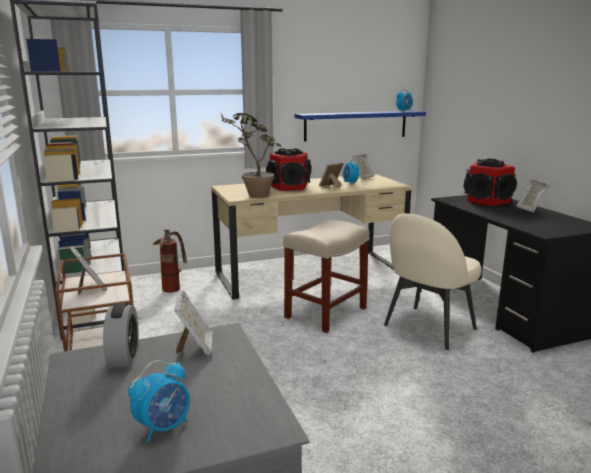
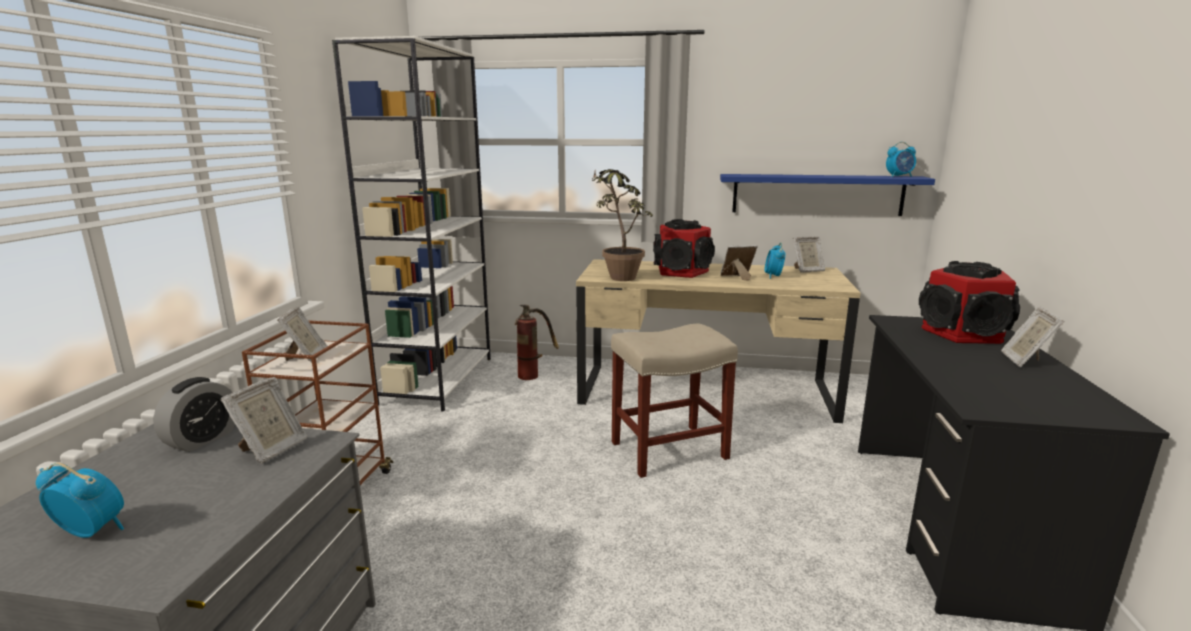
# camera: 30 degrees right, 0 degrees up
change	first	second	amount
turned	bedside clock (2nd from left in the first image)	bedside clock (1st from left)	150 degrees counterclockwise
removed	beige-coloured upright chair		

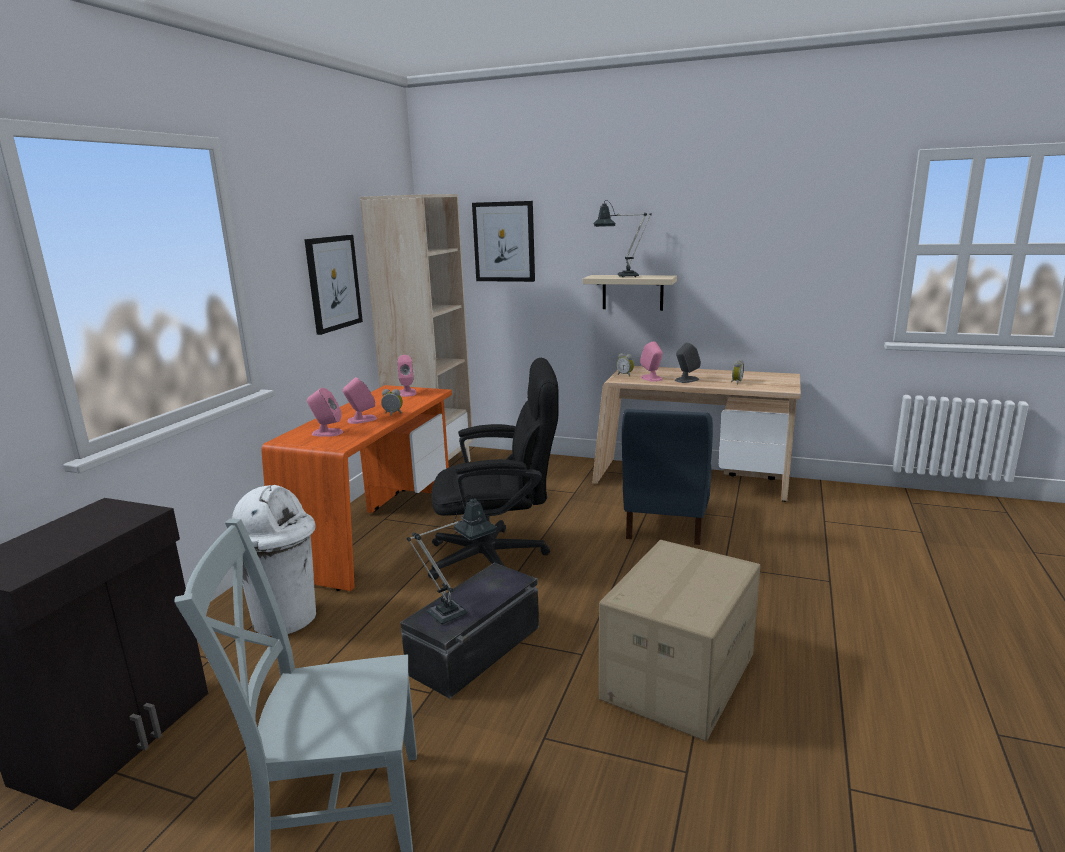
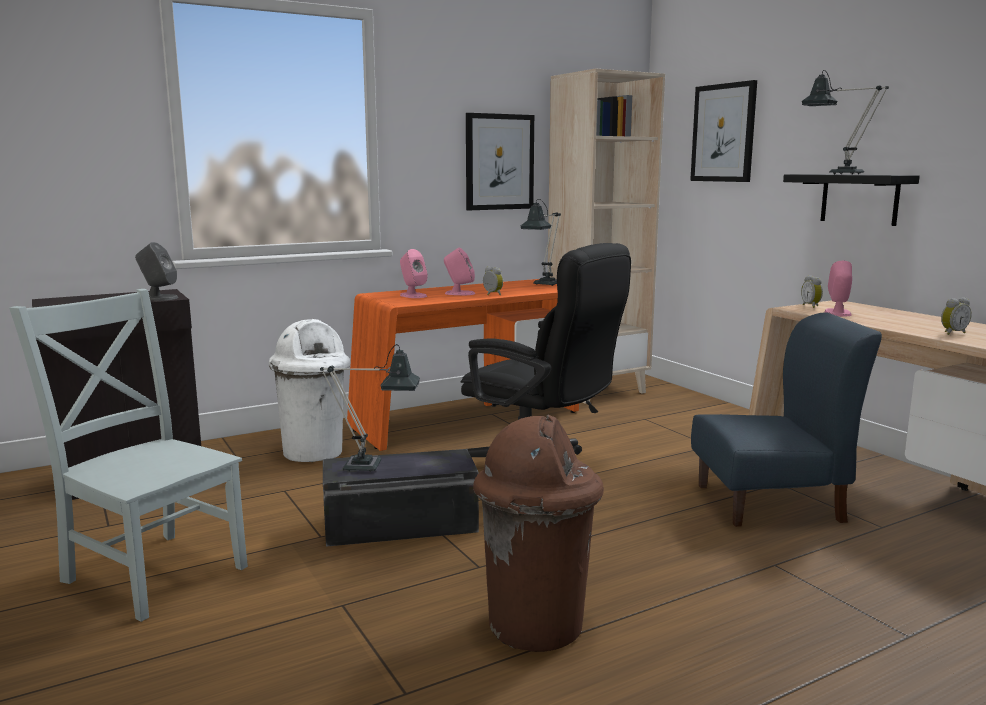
# camera: 40 degrees right, 5 degrees down
change	first	second	amount
moved	gray loudspeaker		
replaced	carton	brownish trash can	
replaced	pink-coloured loudspeaker (3rd from left)	table lamp (2nd from left)	
turned	blue upright chair		150 degrees counterclockwise
recoloured	beige-coloured bracket shelf	blackish bracket shelf	

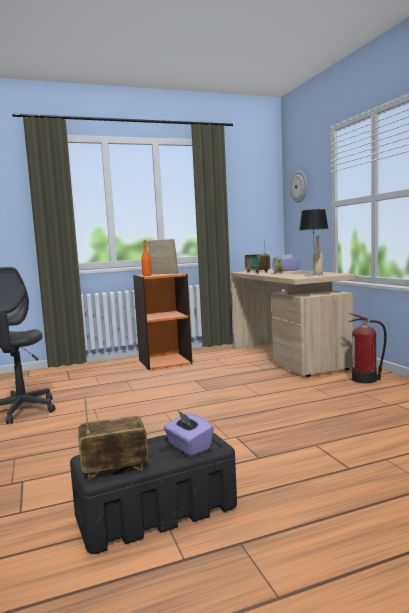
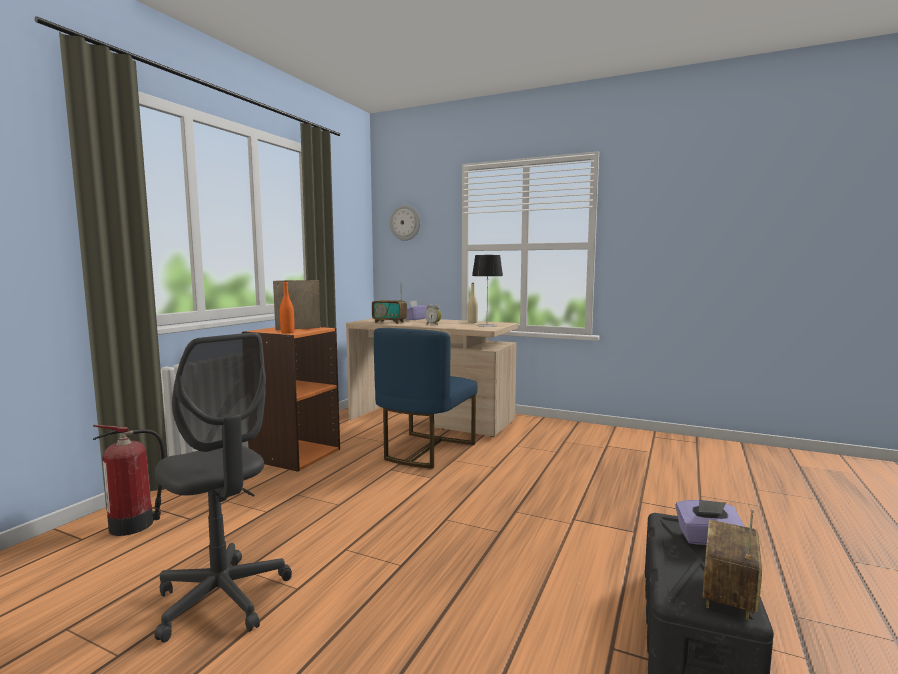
# camera: 45 degrees left, 0 degrees up
change	first	second	amount
moved	fire extinguisher		
added		blue upright chair	

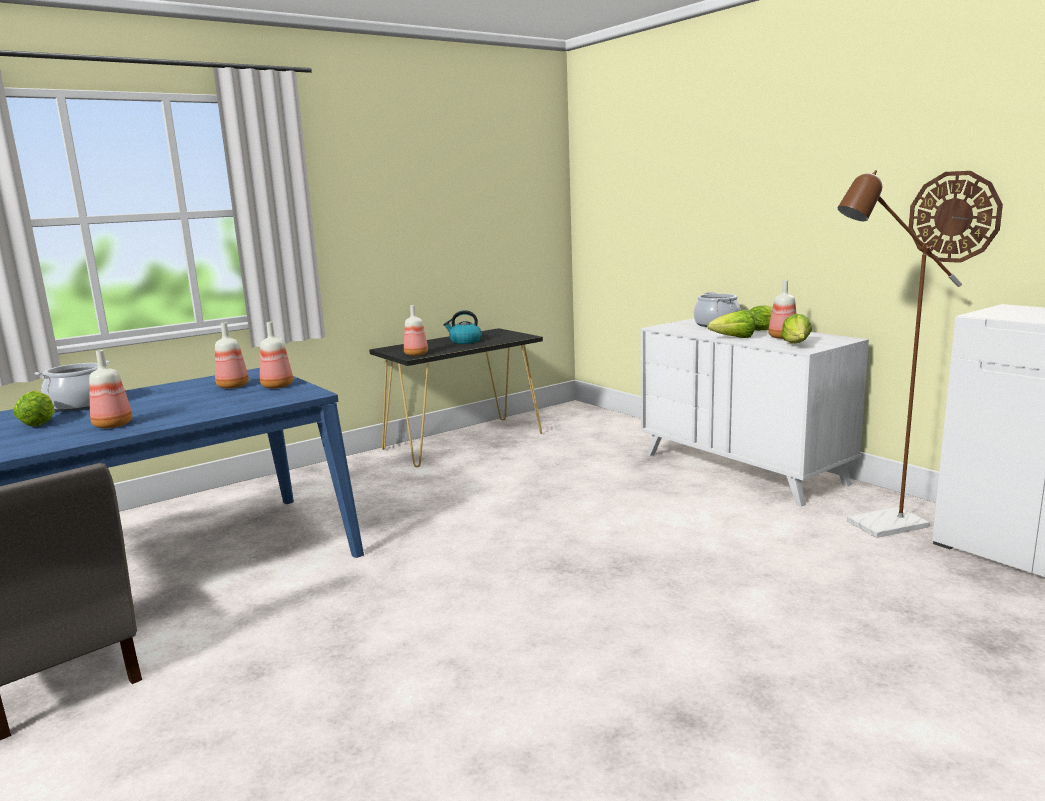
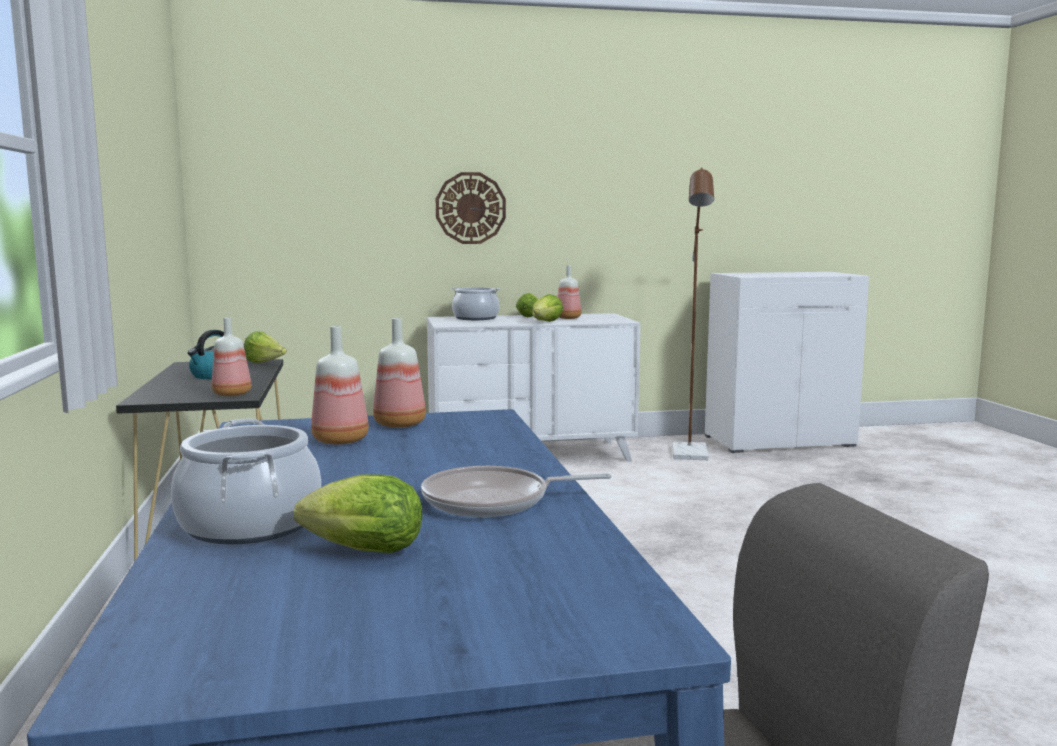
# camera: 65 degrees left, 5 degrees down
change	first	second	amount
moved	head of lettuce (4th from left in the first image)	head of lettuce (1st from left)	
replaced	bottle (1st from left)	frying pan	
moved	hanging clock		

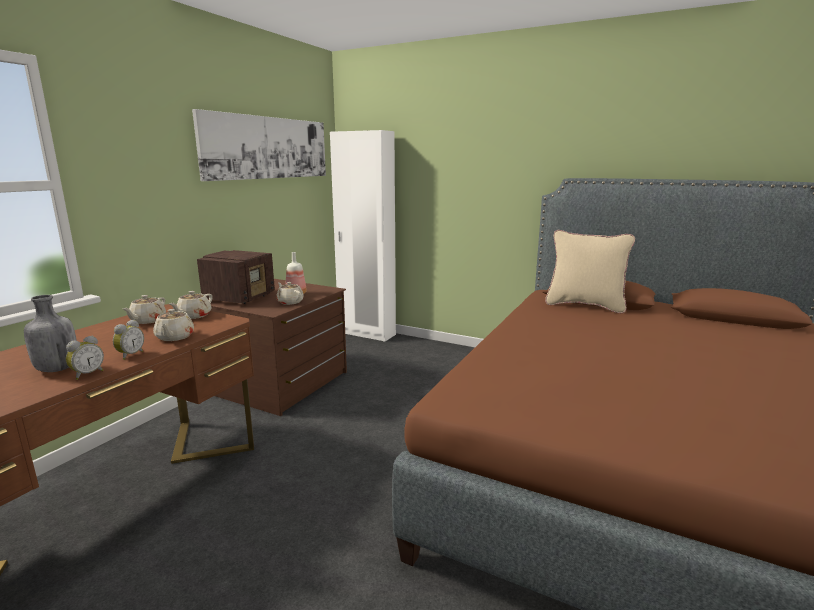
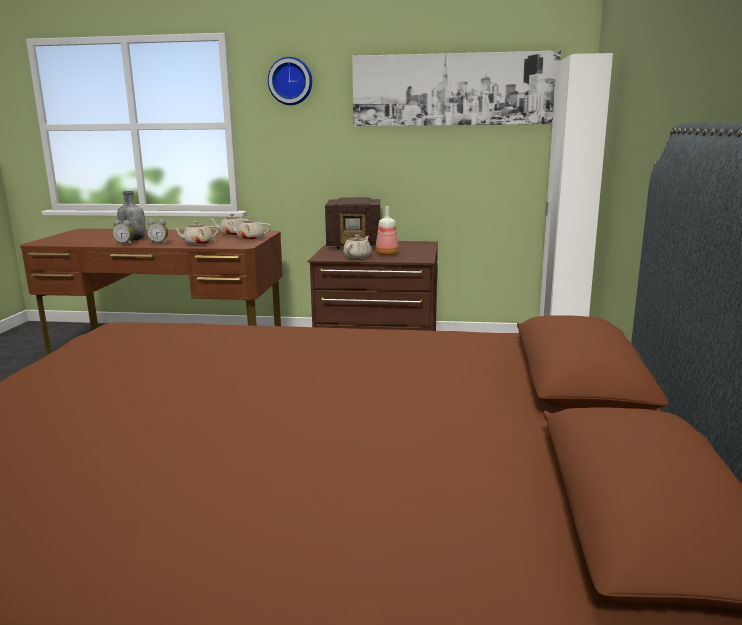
# camera: 70 degrees right, 0 degrees up
change	first	second	amount
added		hanging clock	
removed	beige-coloured cushion		

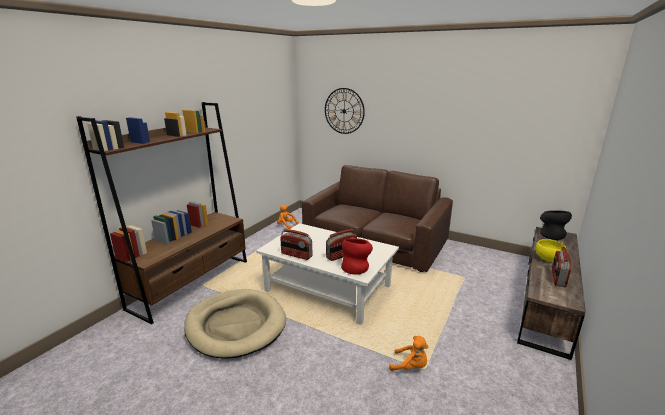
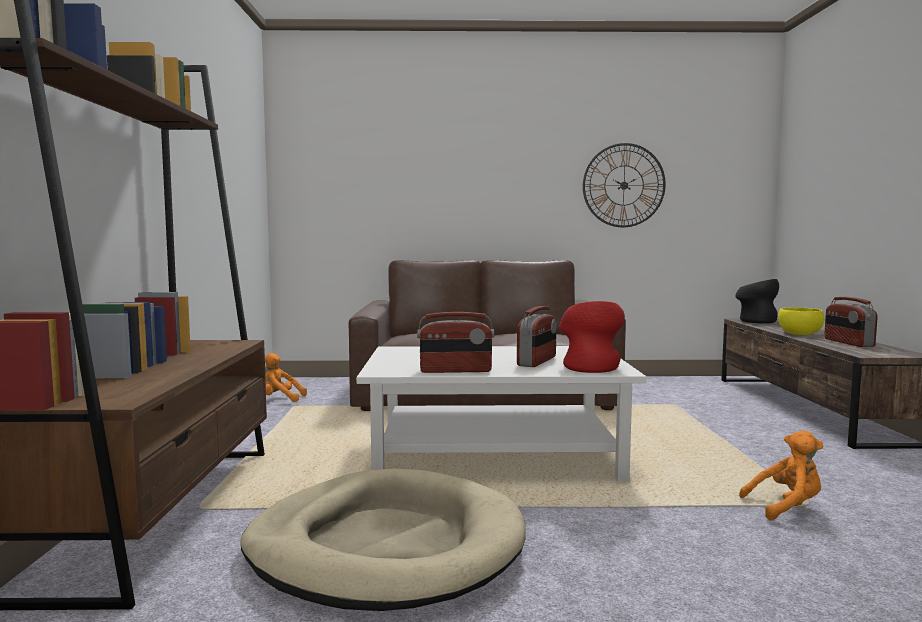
# camera: 30 degrees left, 15 degrees down
change	first	second	amount
moved	hanging clock		

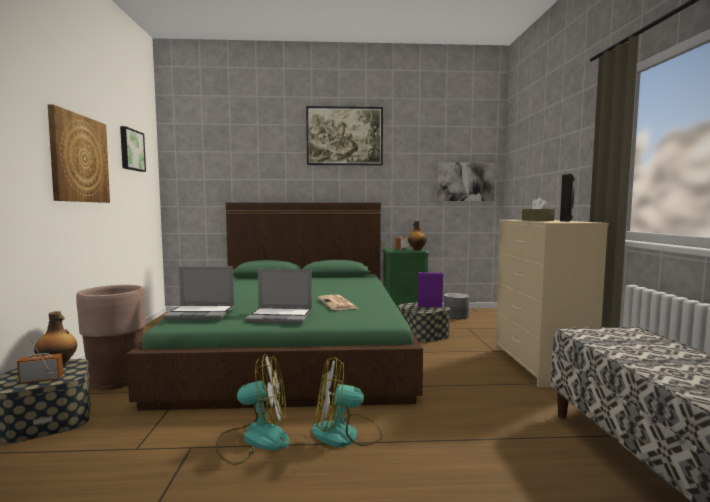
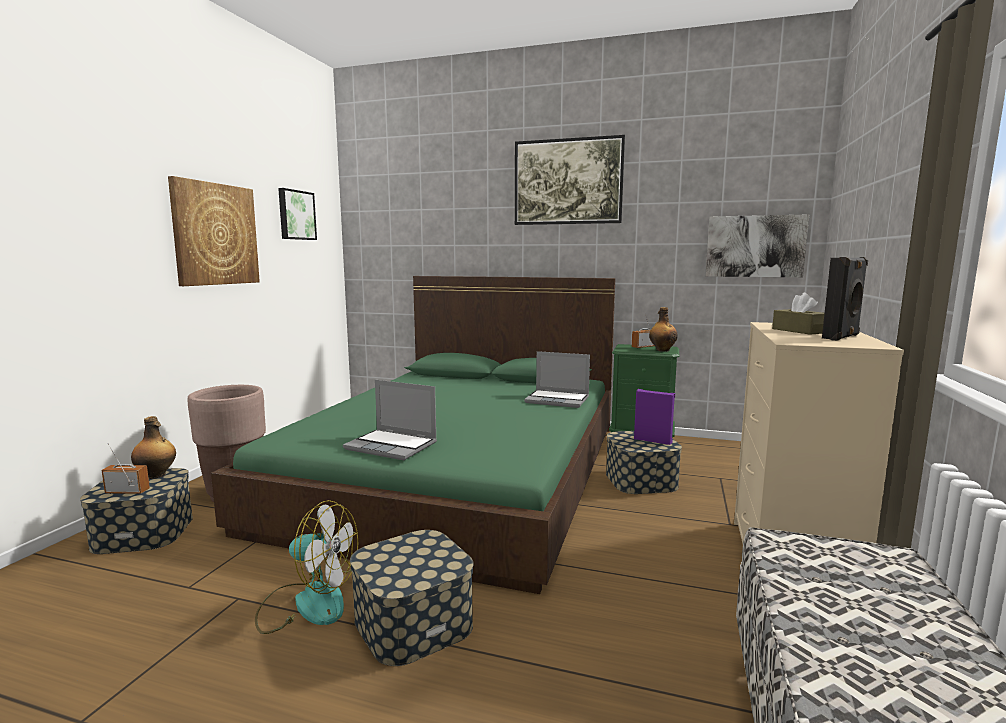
# camera: 20 degrees right, 5 degrees up
change	first	second	amount
replaced	electric fan (2nd from left)	storage bin (2nd from left)	
moved	portable computer (1st from left in the first image)	portable computer (2nd from left)	
removed	daily paper		
removed	gray plant pot		

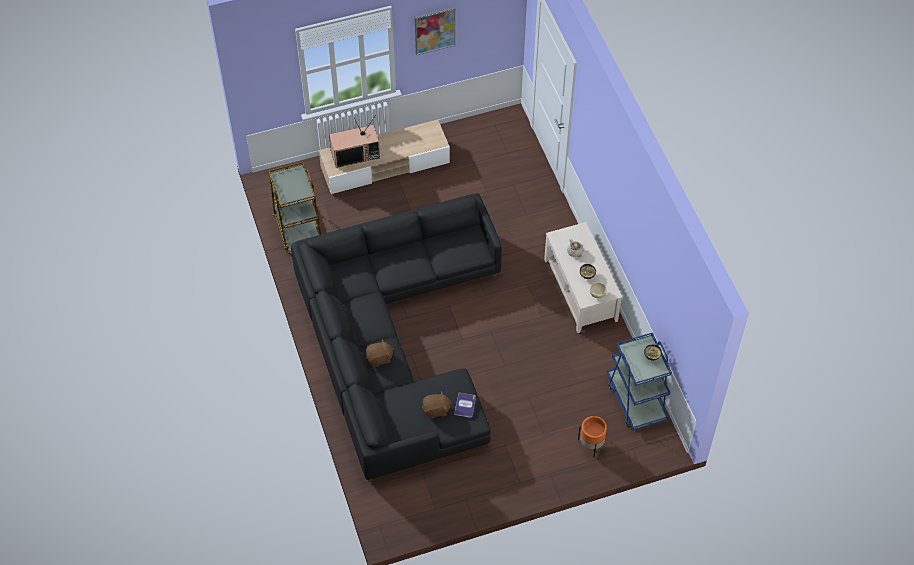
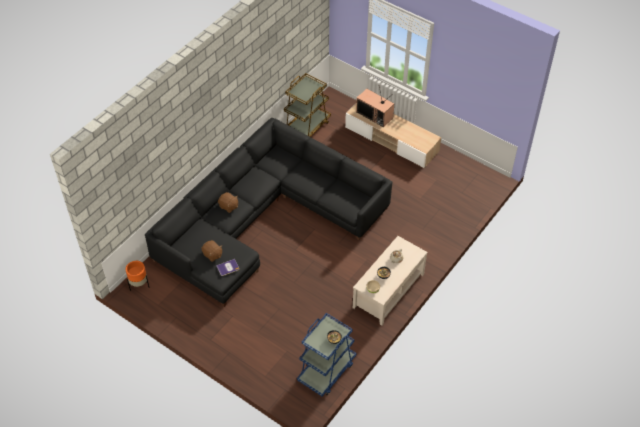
# camera: 55 degrees right, 5 degrees down
change	first	second	amount
moved	orange-coloured plant pot		
removed	wall art		

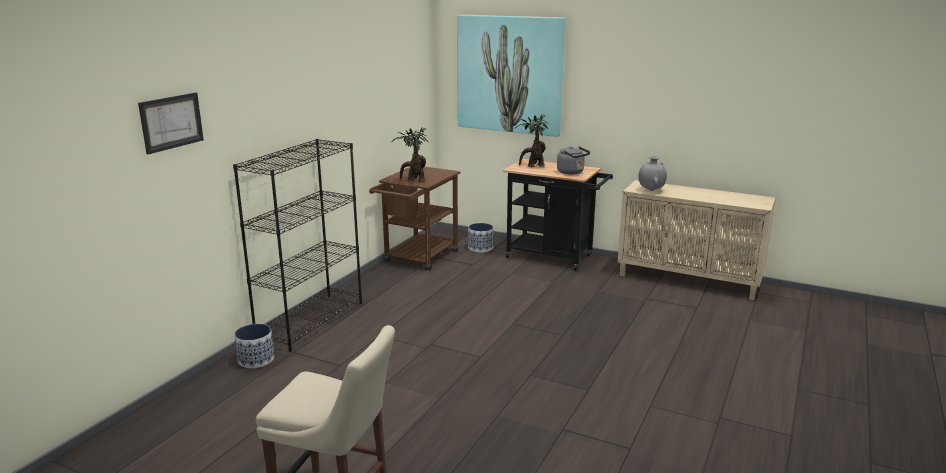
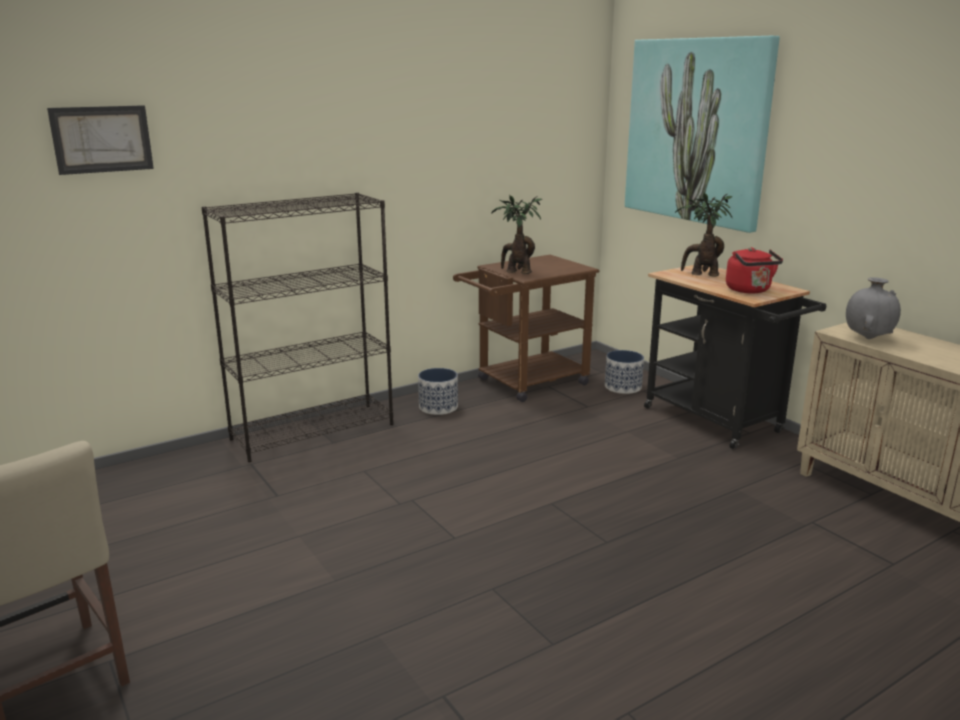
# camera: 30 degrees right, 0 degrees up
change	first	second	amount
moved	plant pot (1st from left)		
recoloured	gray tea kettle	red-coloured tea kettle	

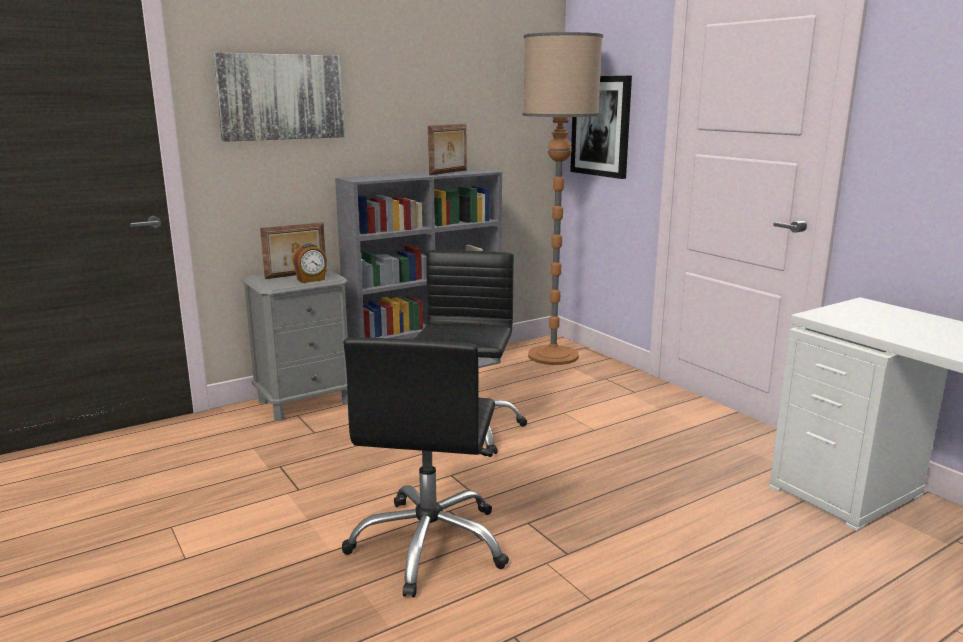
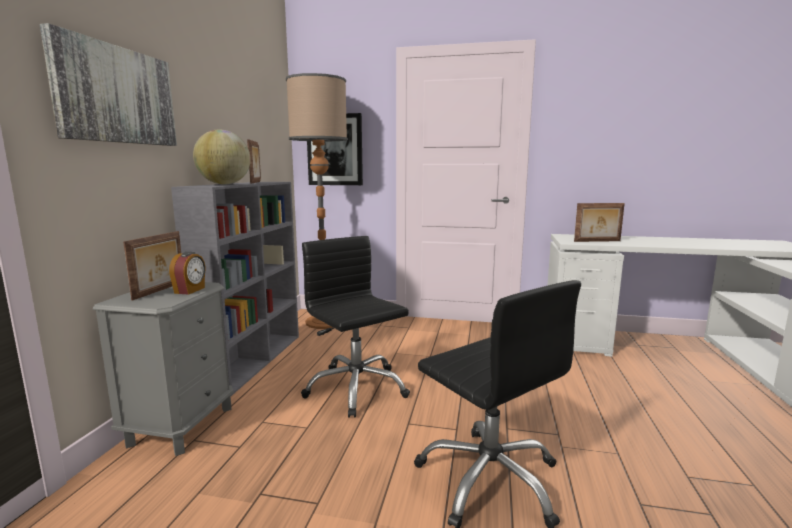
# camera: 45 degrees left, 5 degrees down
change	first	second	amount
added		world globe	
added		picture frame (3rd from left)	

